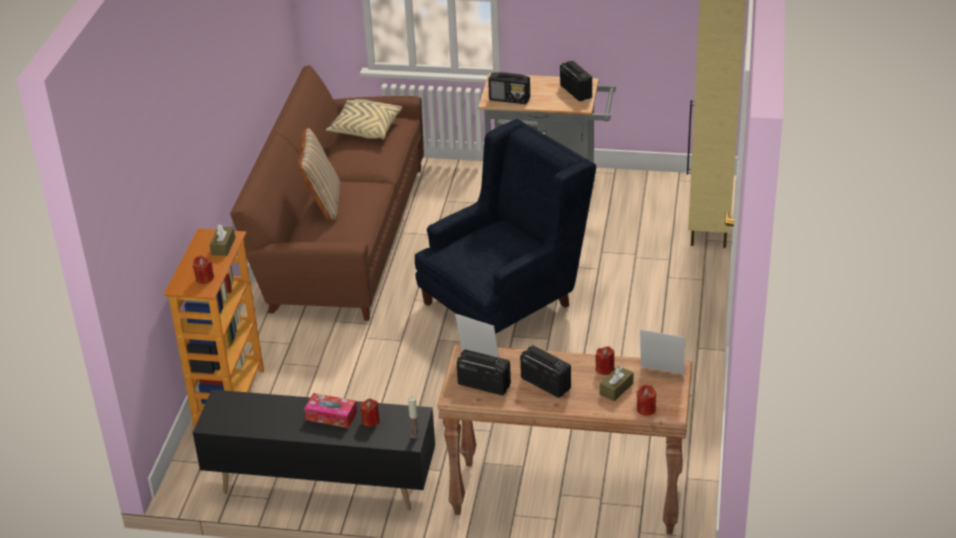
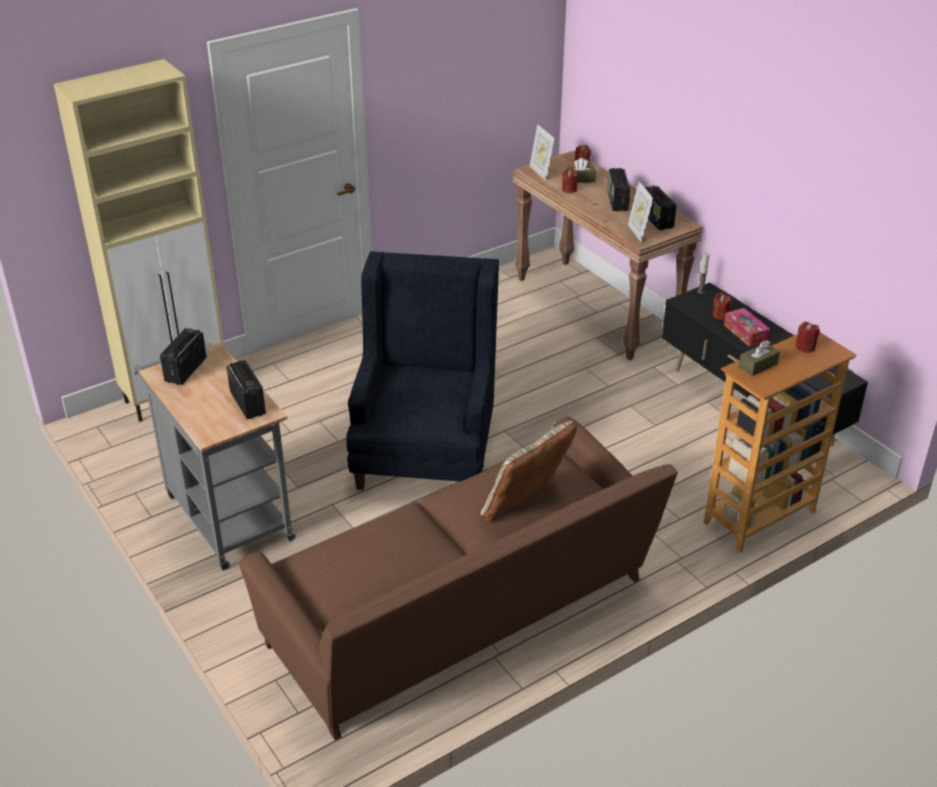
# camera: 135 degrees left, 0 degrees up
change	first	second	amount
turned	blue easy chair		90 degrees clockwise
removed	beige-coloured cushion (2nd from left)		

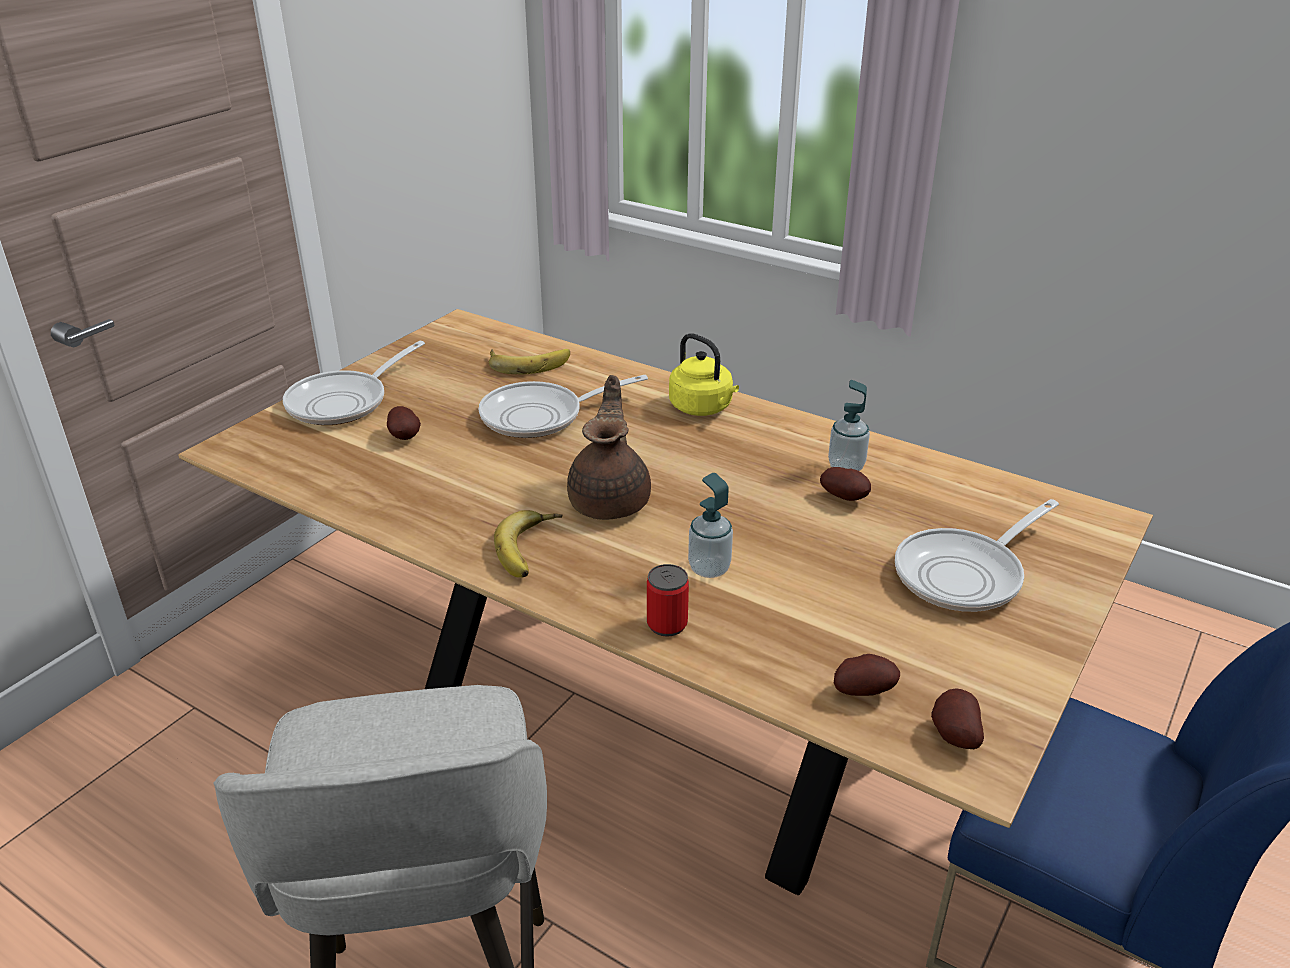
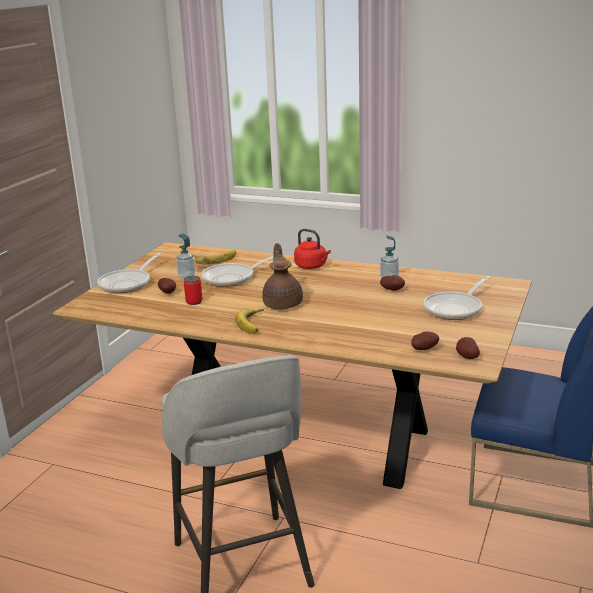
# camera: 10 degrees left, 10 degrees down
change	first	second	amount
moved	soap bottle (1st from left)		
moved	sealed can		
recoloured	yellowish tea kettle	red-coloured tea kettle	

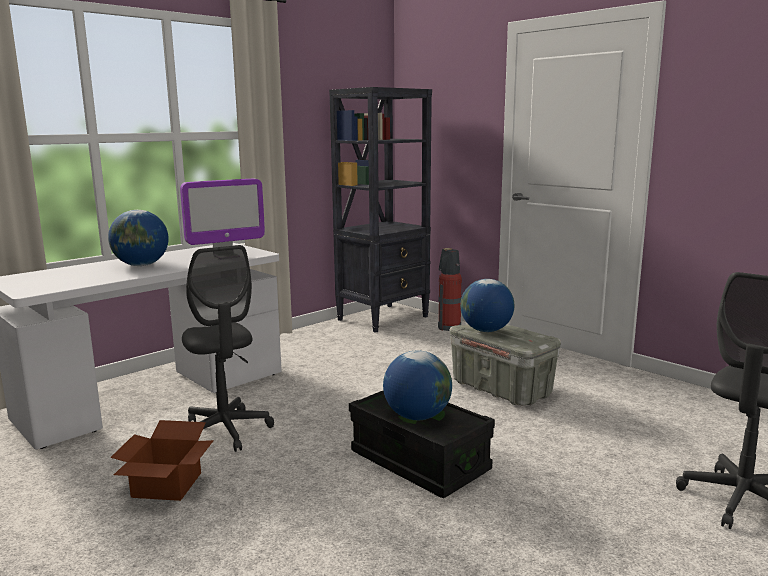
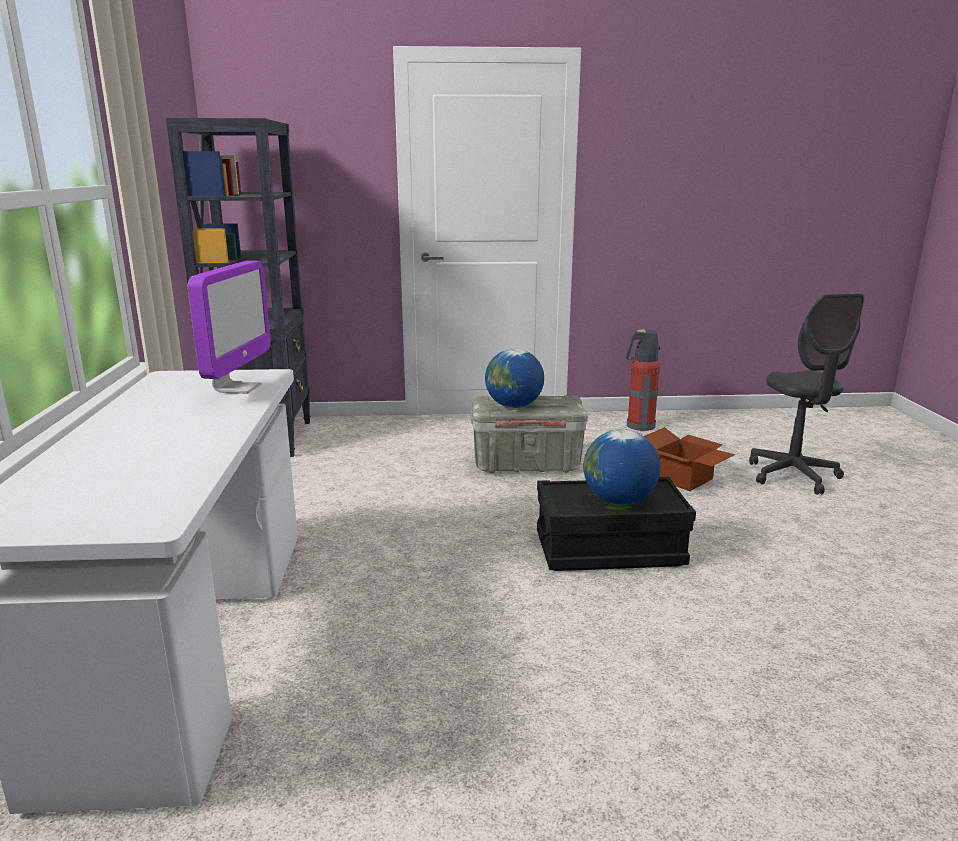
# camera: 50 degrees left, 5 degrees up
change	first	second	amount
moved	fire extinguisher		
moved	carton		
removed	world globe (1st from left)		
removed	gray office chair (1st from left)		

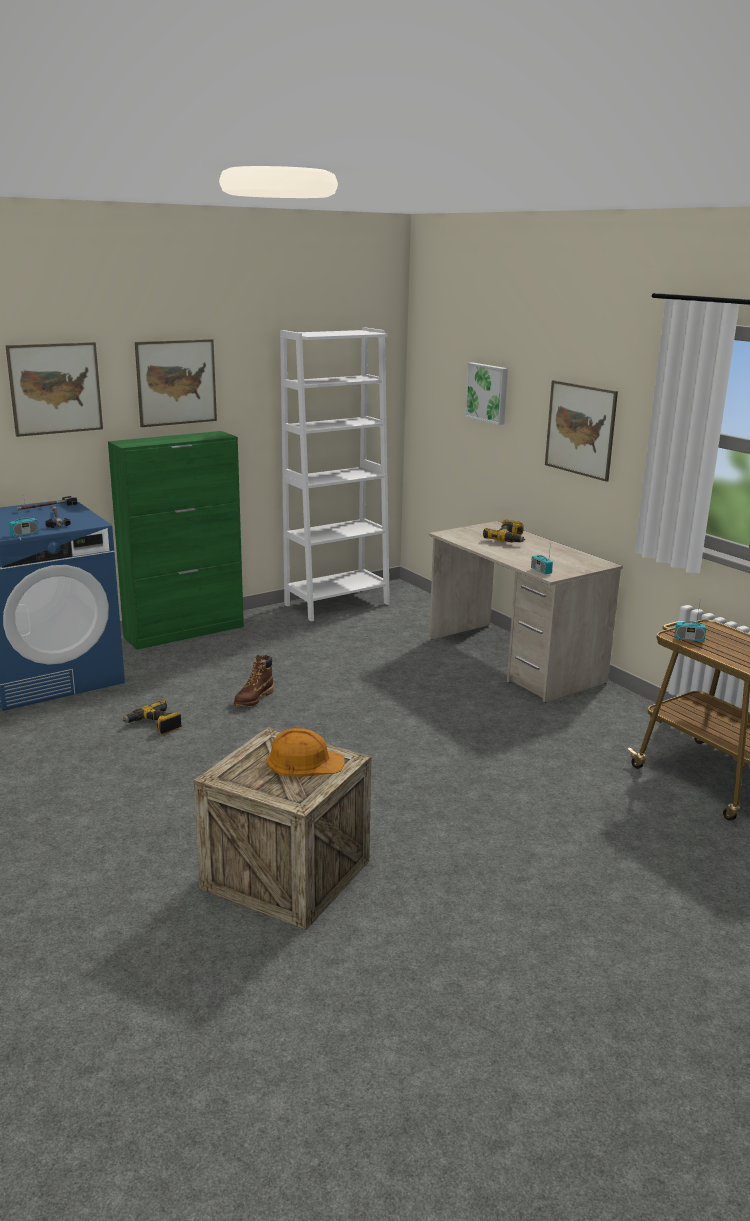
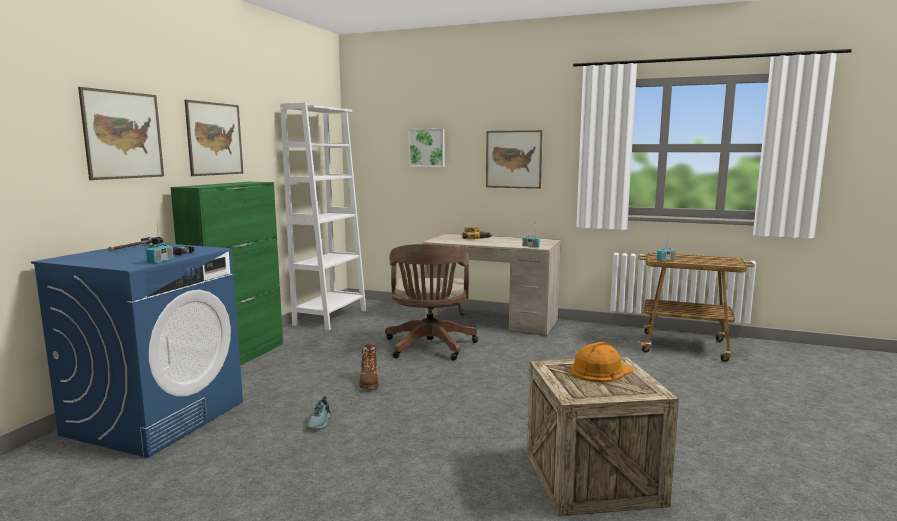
# camera: 35 degrees left, 10 degrees down
change	first	second	amount
replaced	power drill (1st from left)	low shoe	
added		brownish office chair	

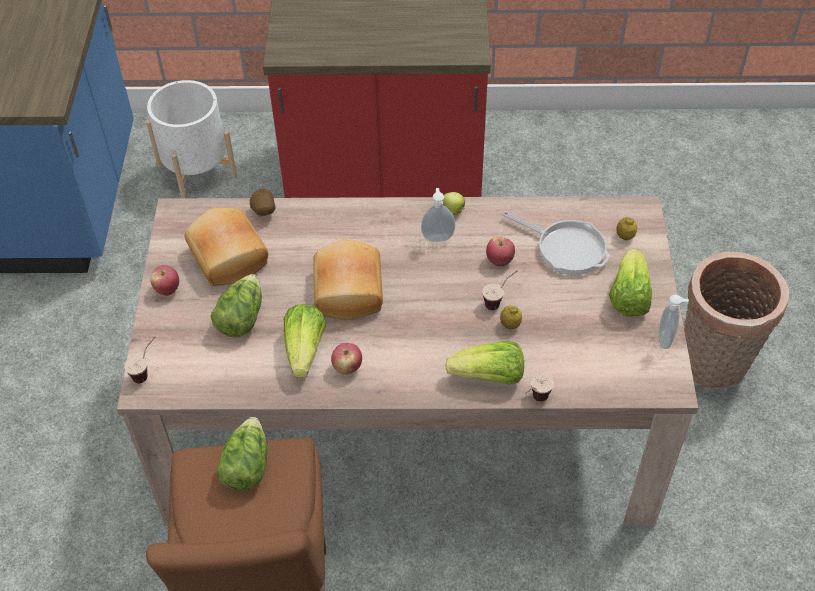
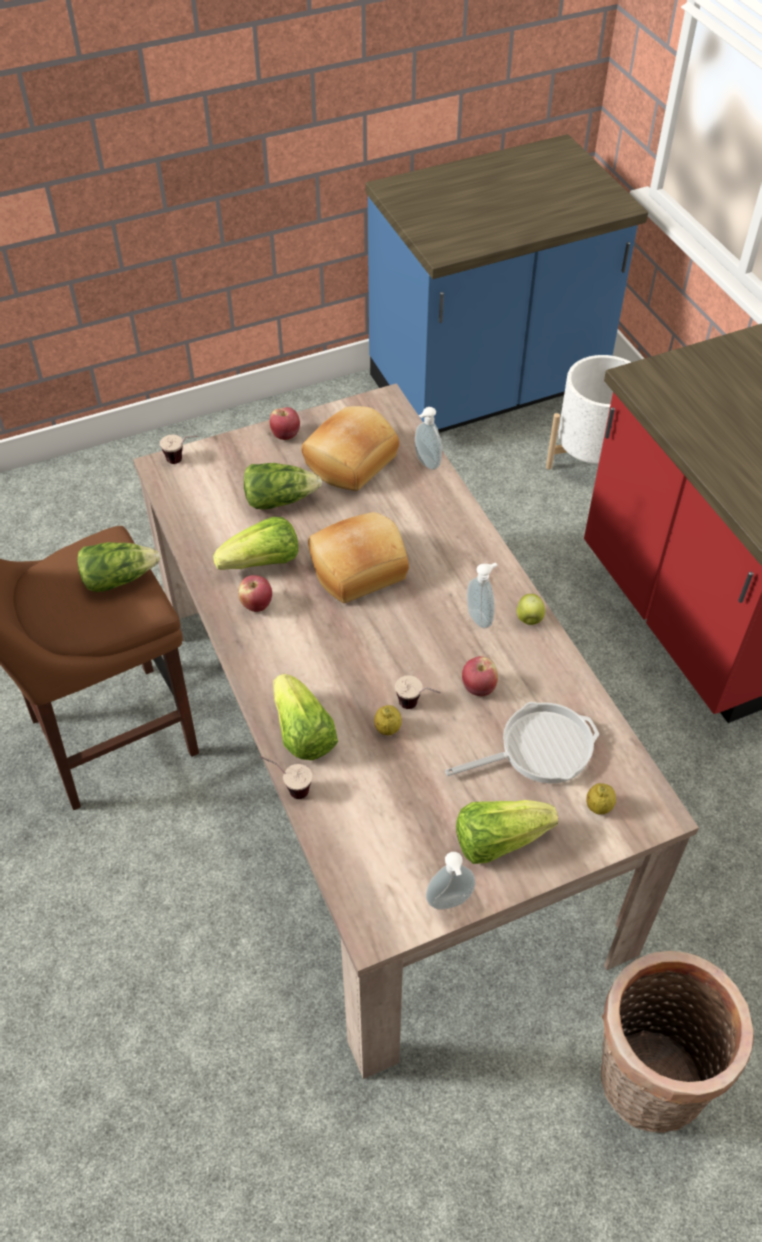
# camera: 65 degrees right, 0 degrees up
change	first	second	amount
replaced	whole potato	soap bottle (1st from left)	
turned	frying pan		120 degrees counterclockwise

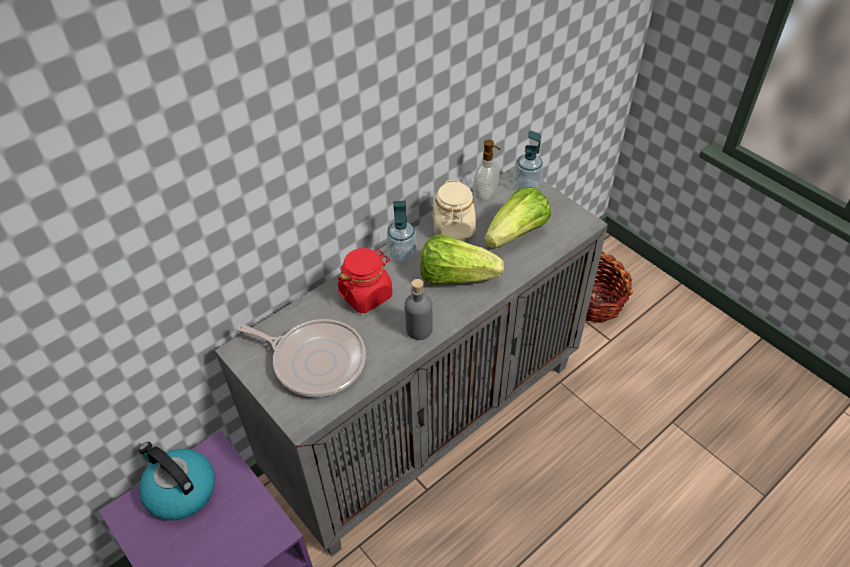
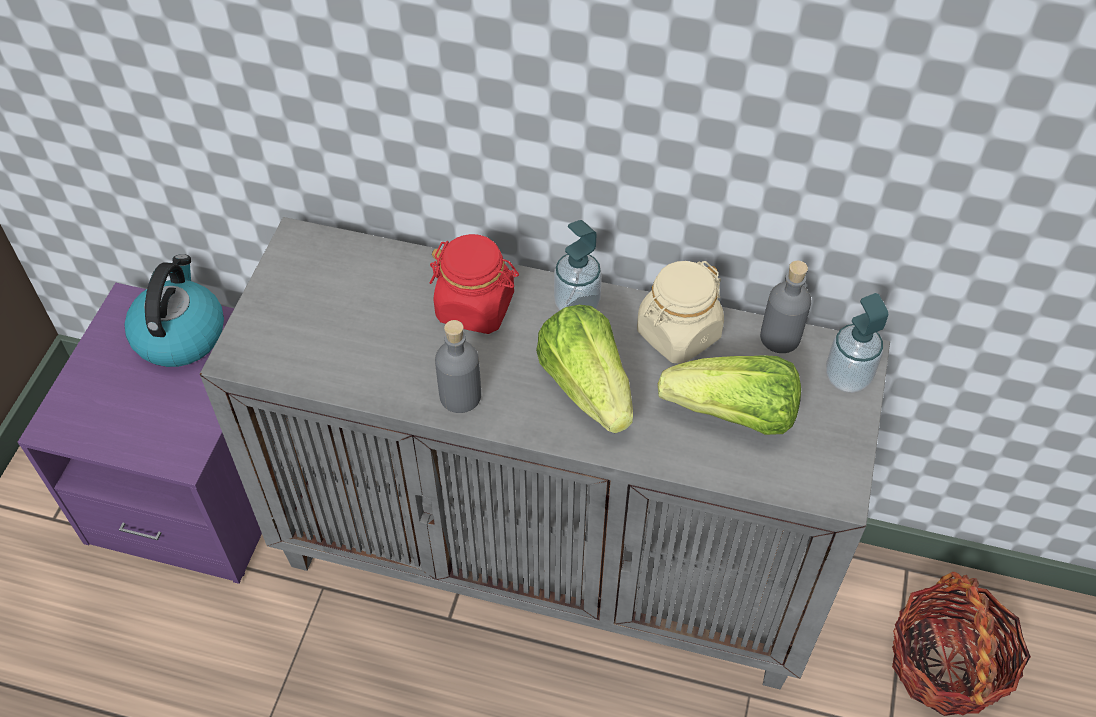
# camera: 55 degrees right, 5 degrees up
change	first	second	amount
replaced	soap bottle (2nd from left)	gray bottle (2nd from left)	
removed	frying pan		

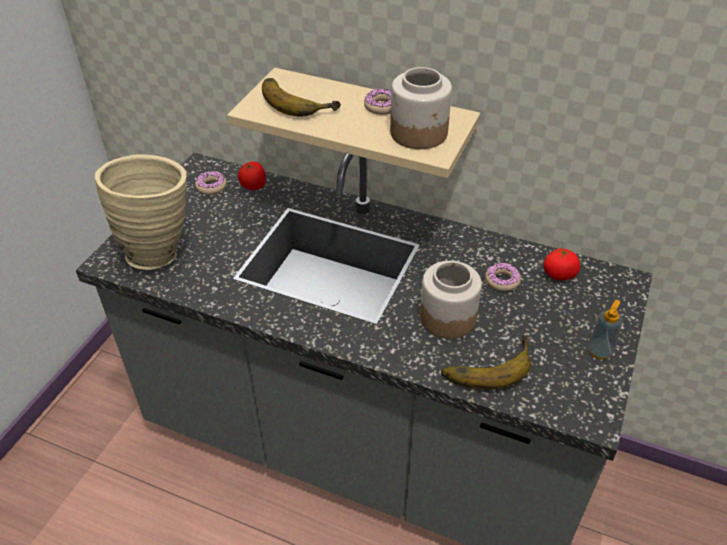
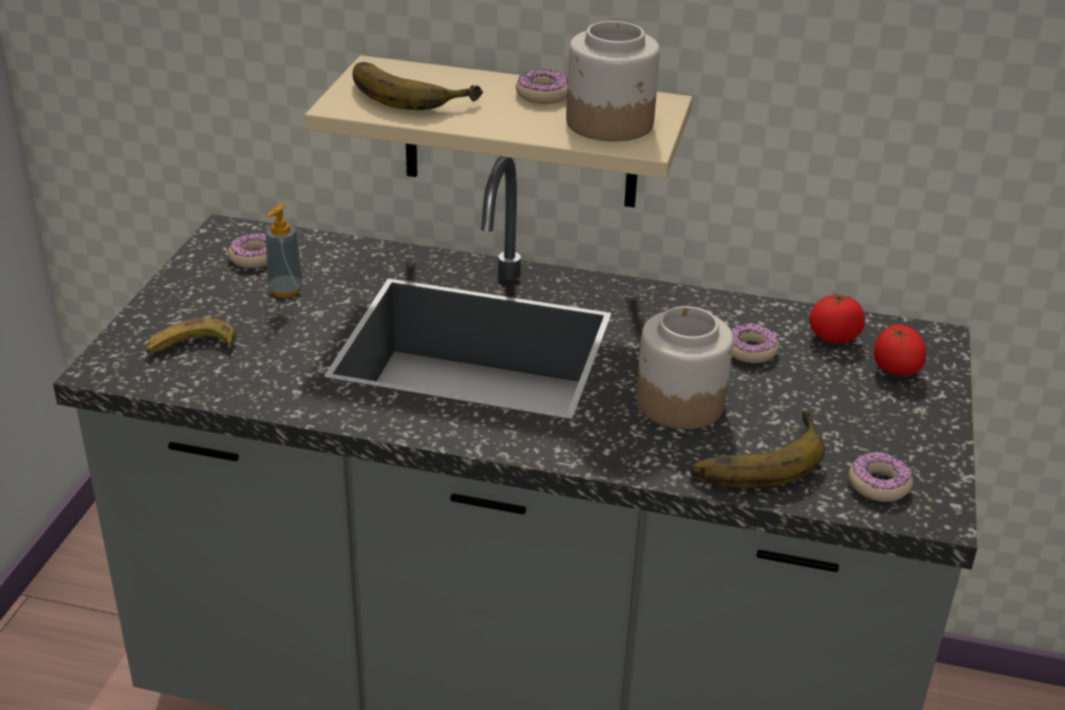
# camera: 10 degrees left, 10 degrees down
change	first	second	amount
replaced	beige-coloured decorative vase	banana (1st from left)	
moved	soap bottle		
added		doughnut (4th from left)	
moved	fresh tomato (1st from left in the first image)	fresh tomato (2nd from left)	

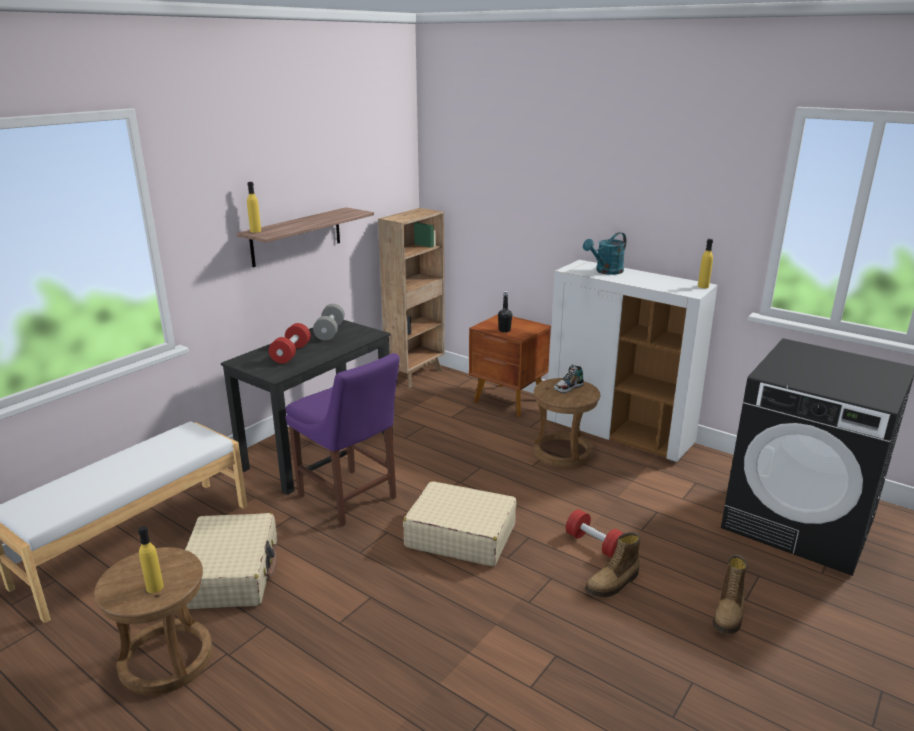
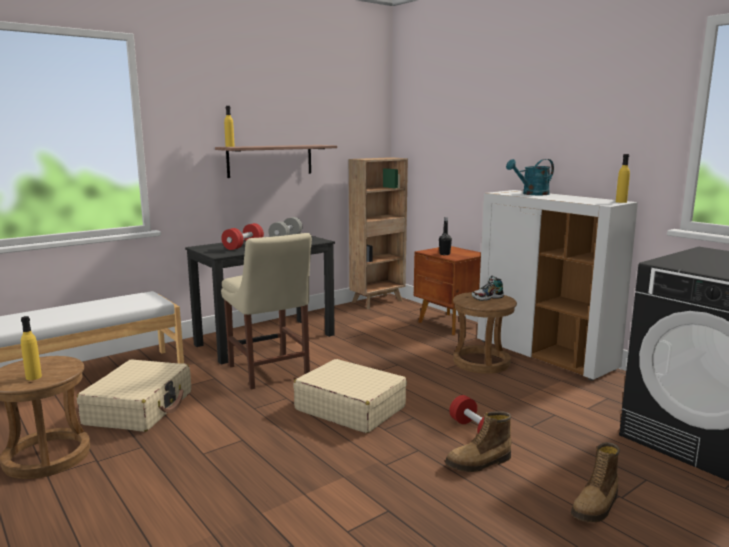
# camera: 15 degrees right, 10 degrees down
change	first	second	amount
recoloured	purple upright chair	beige-coloured upright chair	

